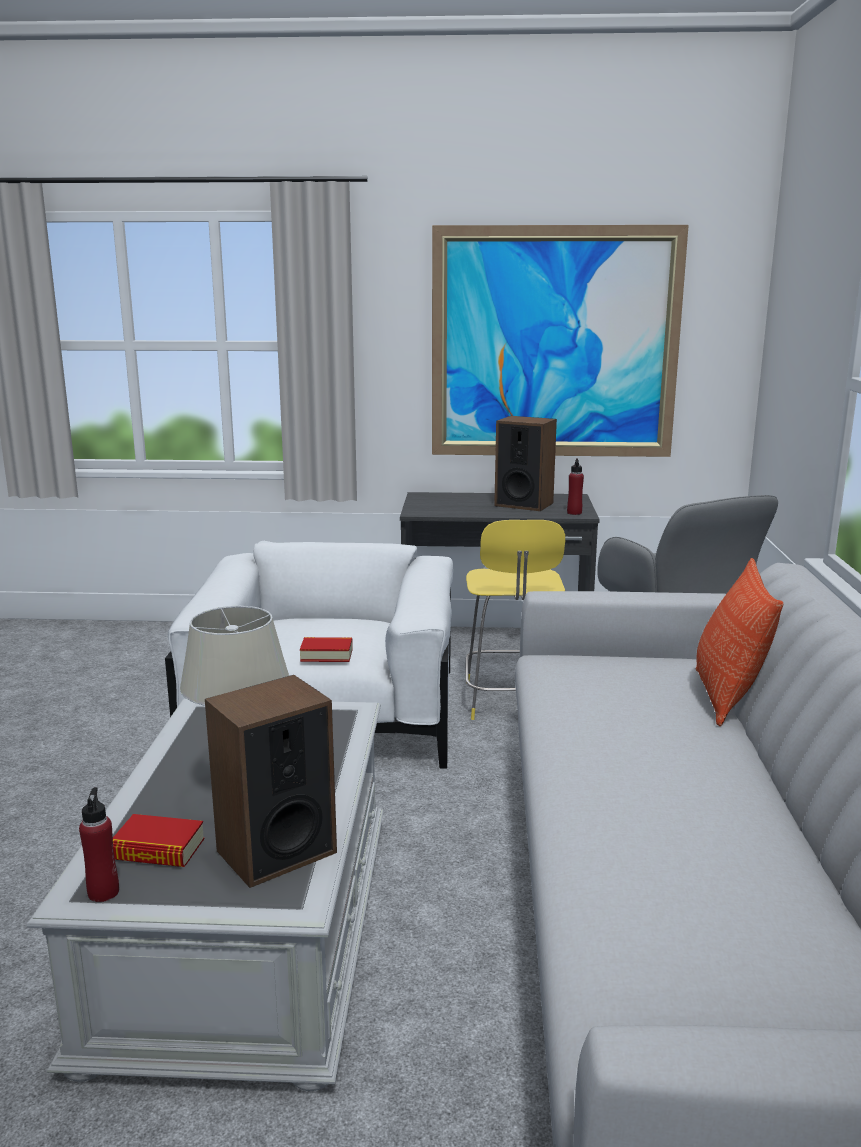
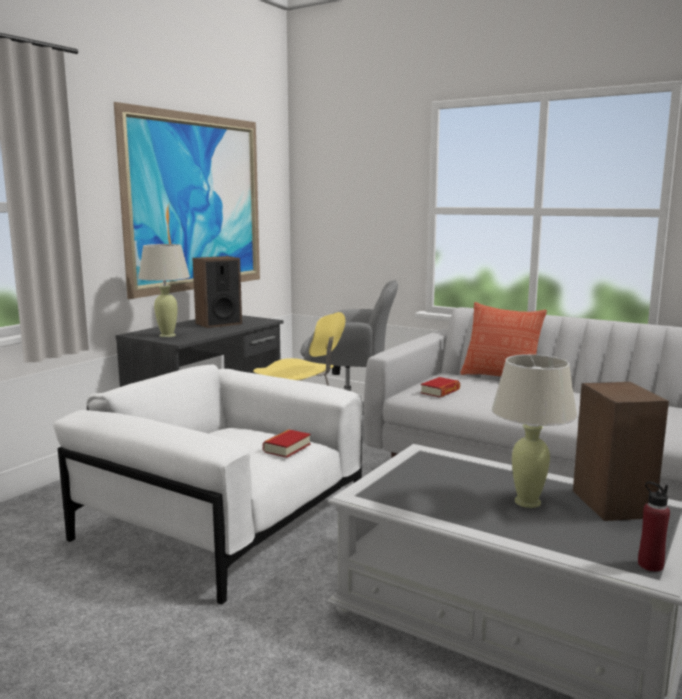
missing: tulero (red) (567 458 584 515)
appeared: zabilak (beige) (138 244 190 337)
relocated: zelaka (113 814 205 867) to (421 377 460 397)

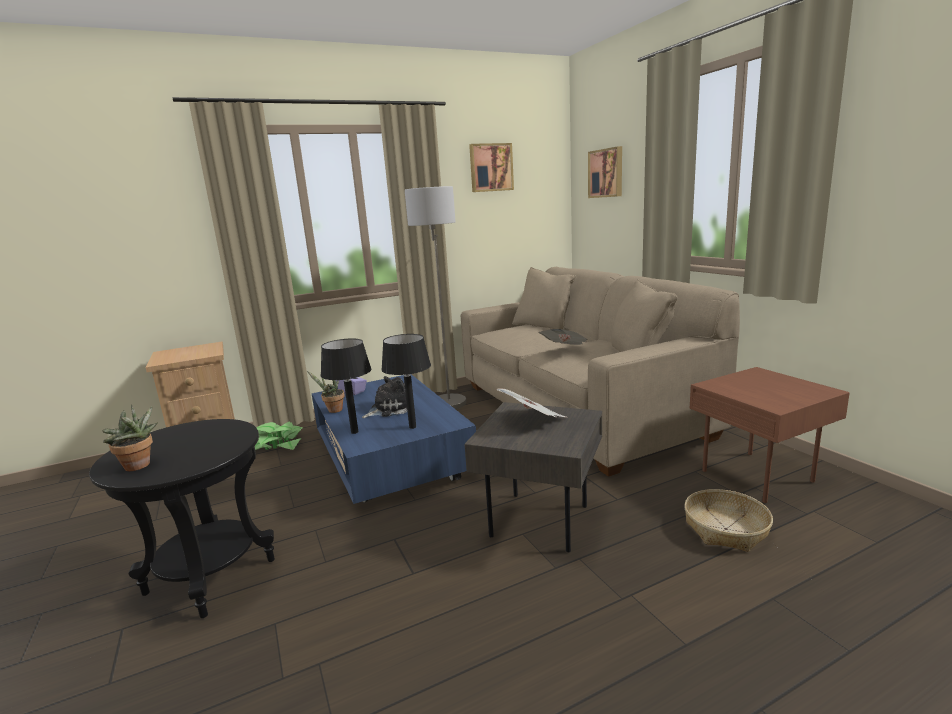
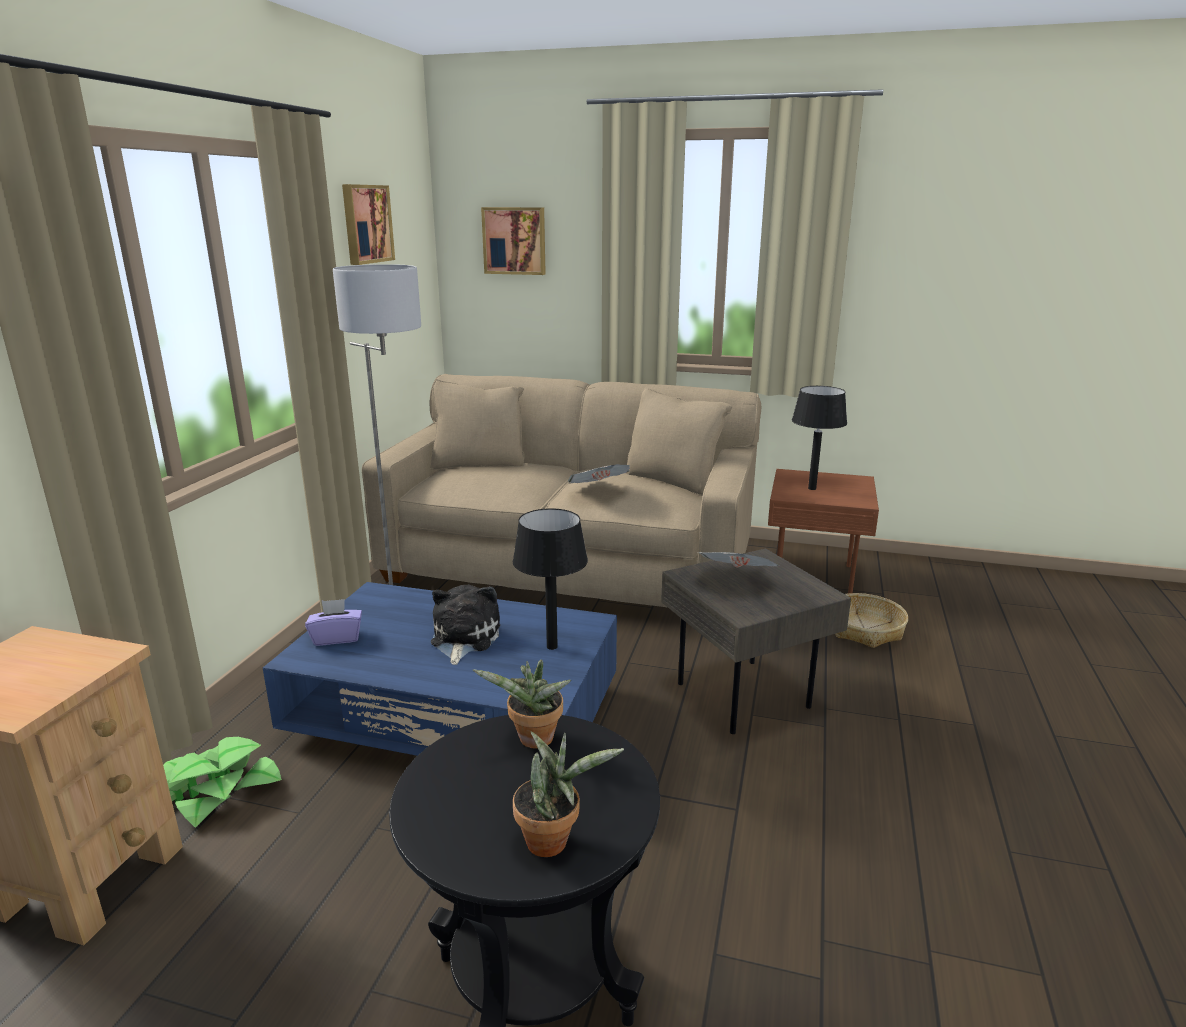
relocated: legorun (307 371 345 413) to (473 660 571 749); zabilak (black) (321 338 371 434) to (792 386 847 490)

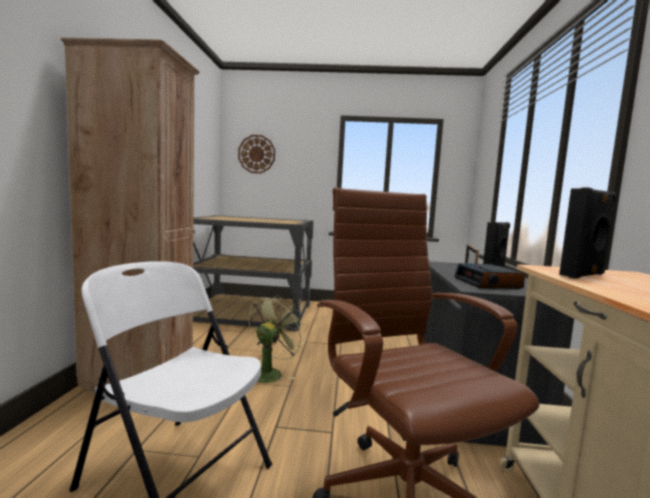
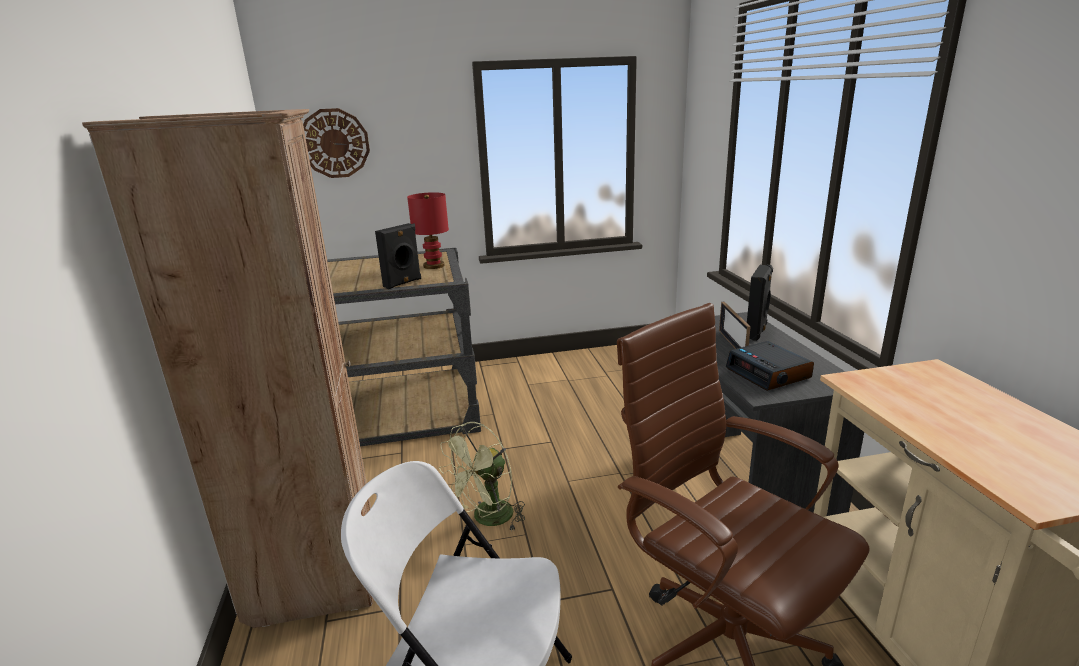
appeared: zabilak (red) (407 192 449 269)
relocated: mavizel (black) (559 188 616 279) to (375 223 421 289)
spun: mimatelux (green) (249 295 306 383) = (439 422 525 532) 150 degrees counterclockwise

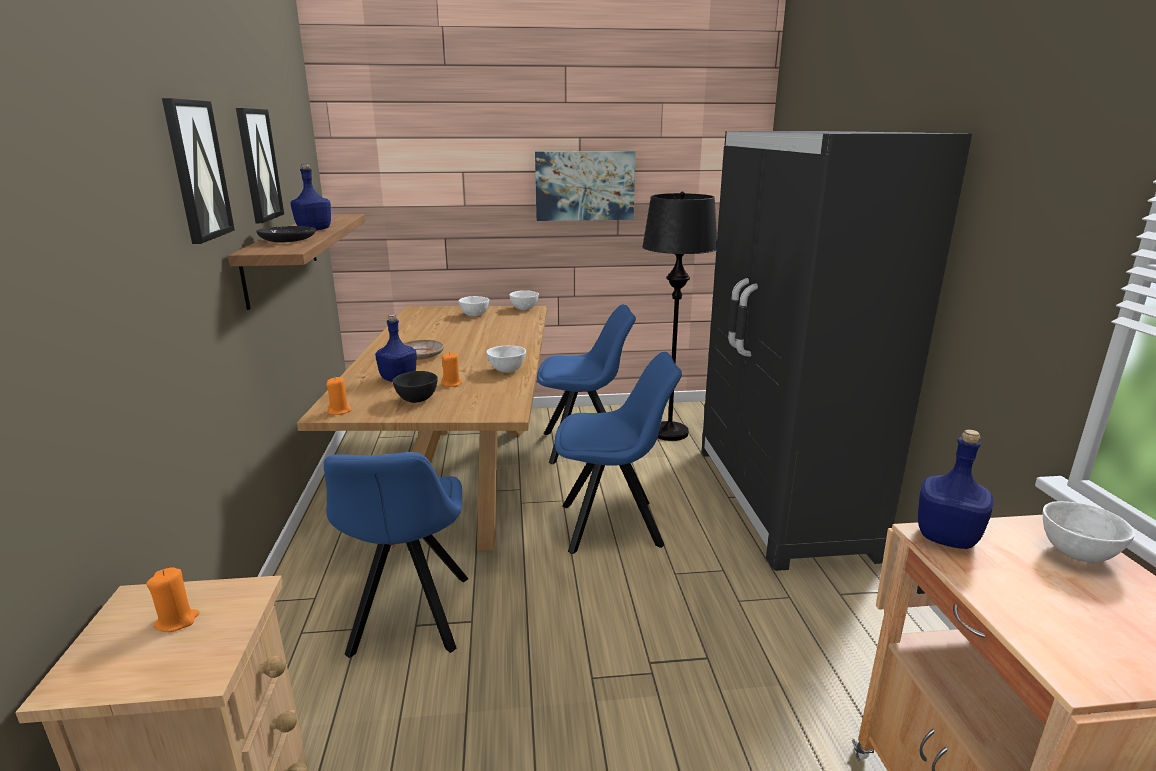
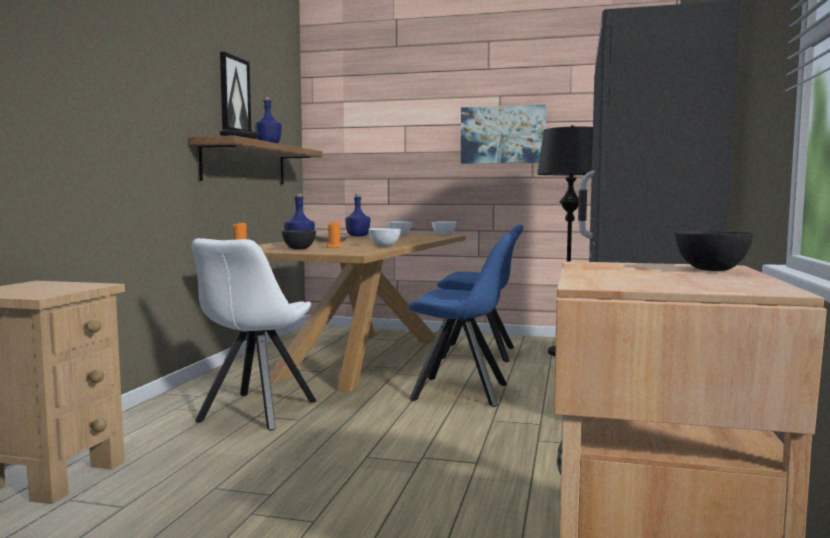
missing: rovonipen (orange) (146 567 200 632); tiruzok (162 98 235 244)
relocated: tulero (blue) (918 429 993 549) to (345 194 370 236)
colour: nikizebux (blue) (324 452 469 658) to nikizebux (white) (192 238 316 430); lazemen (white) (1043 501 1135 562) to lazemen (black) (675 231 753 271)

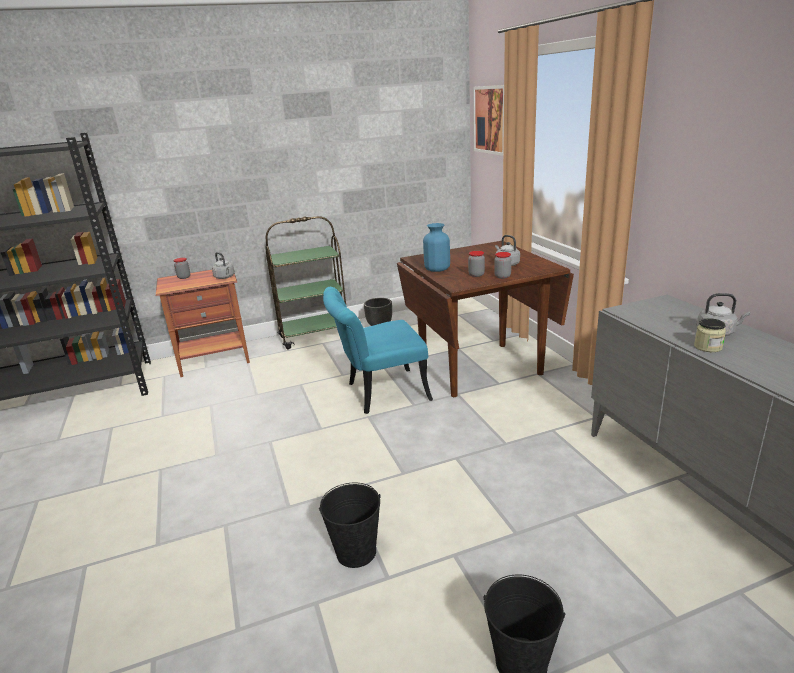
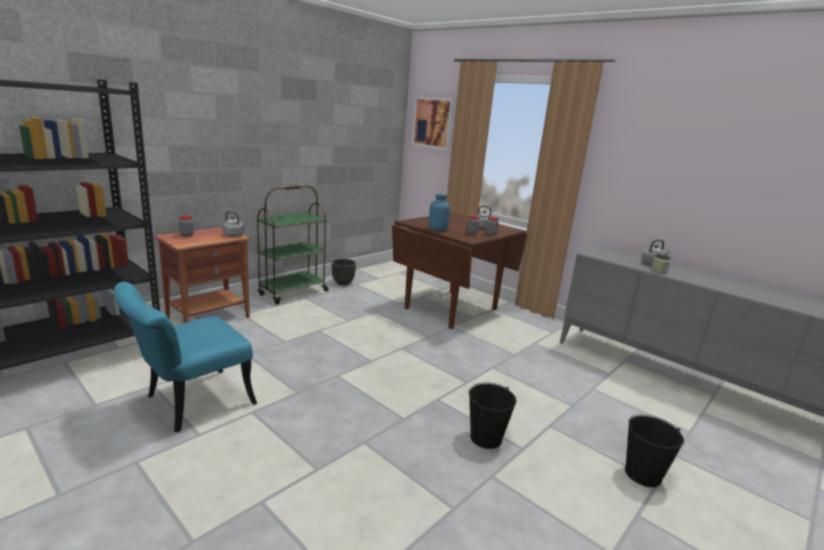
relocated: nikizebux (turquoise) (323 287 433 414) to (114 282 257 432)

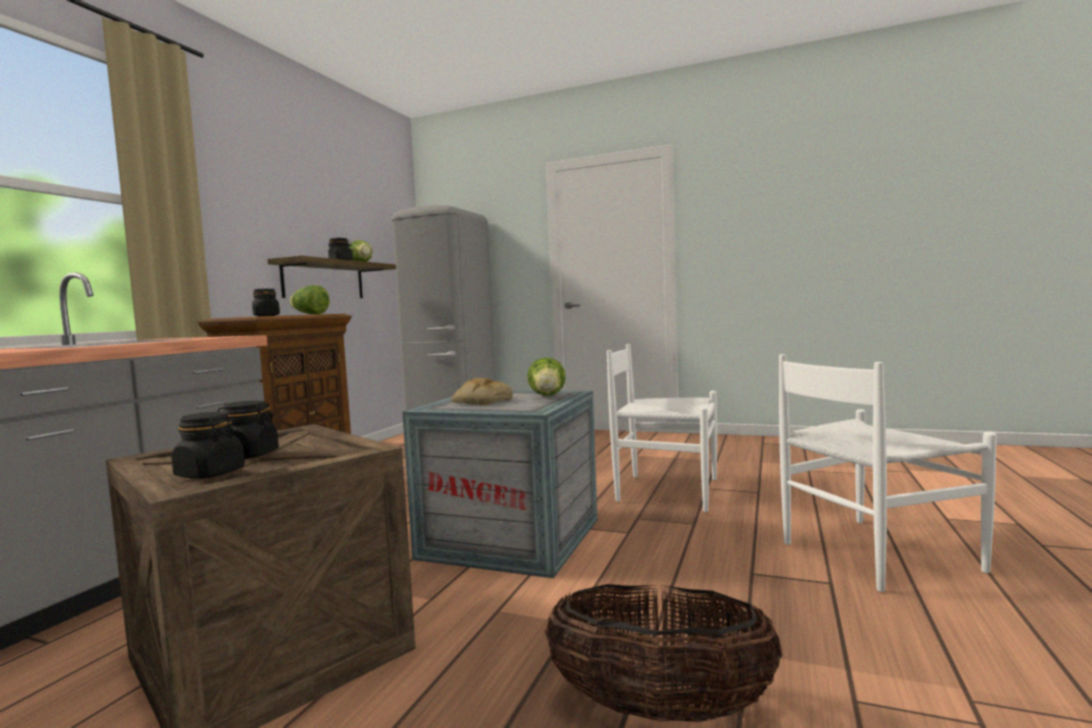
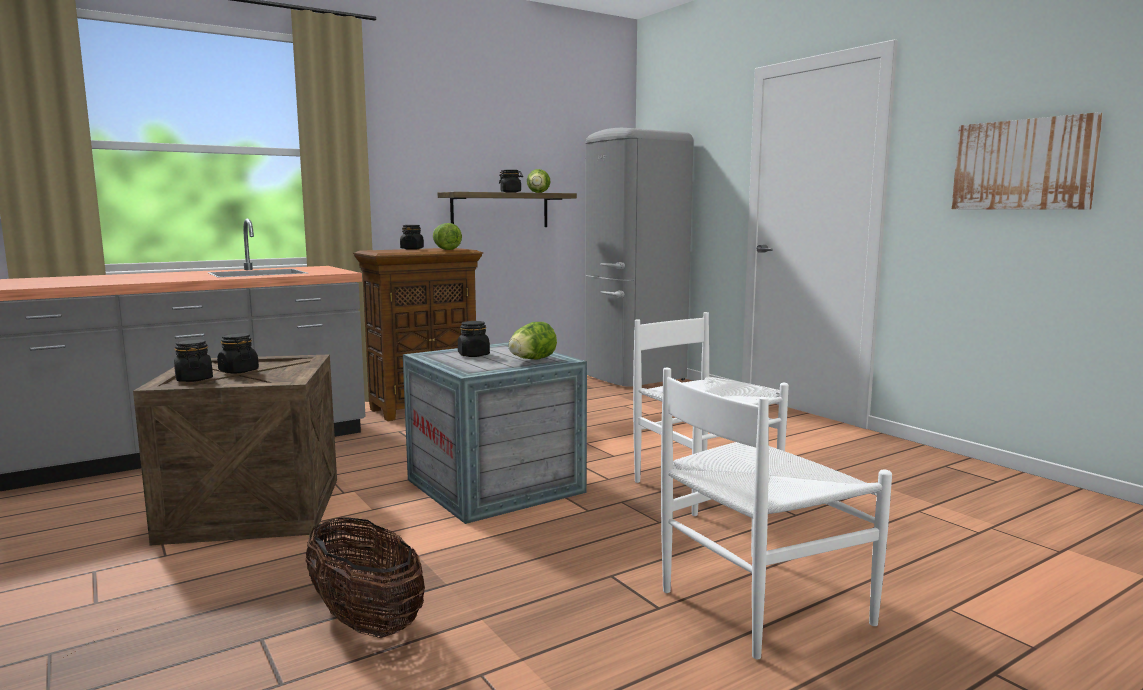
appeared: tiruzok (952 112 1103 209)
exchanged: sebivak (452 378 513 405) to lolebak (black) (458 321 490 357)
spun: nikizebux (white) (779 354 997 592) = (661 368 892 659) 45 degrees counterclockwise

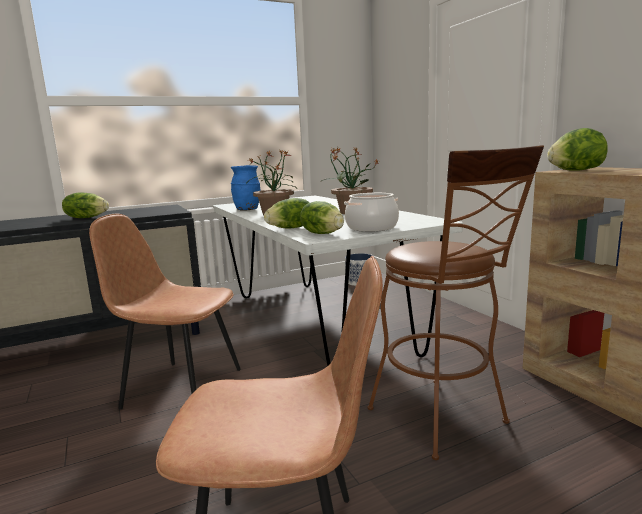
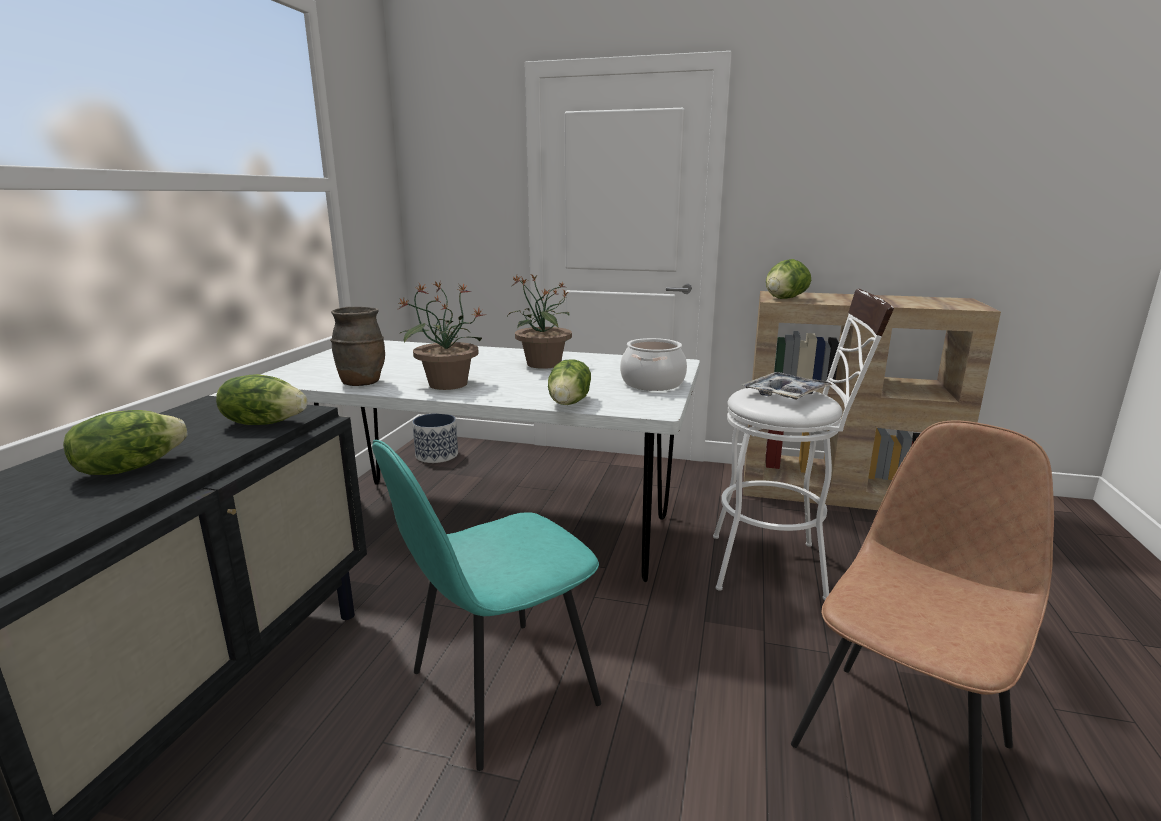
appeared: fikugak (741 372 833 400)
relocated: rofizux (300 201 344 234) to (216 374 307 425)
colour: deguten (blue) (231 165 261 210) to deguten (brown) (330 307 385 386); nikizebux (brown) (89 214 241 410) to nikizebux (turquoise) (372 440 602 771); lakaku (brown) (368 145 544 460) to lakaku (white) (713 289 894 600)

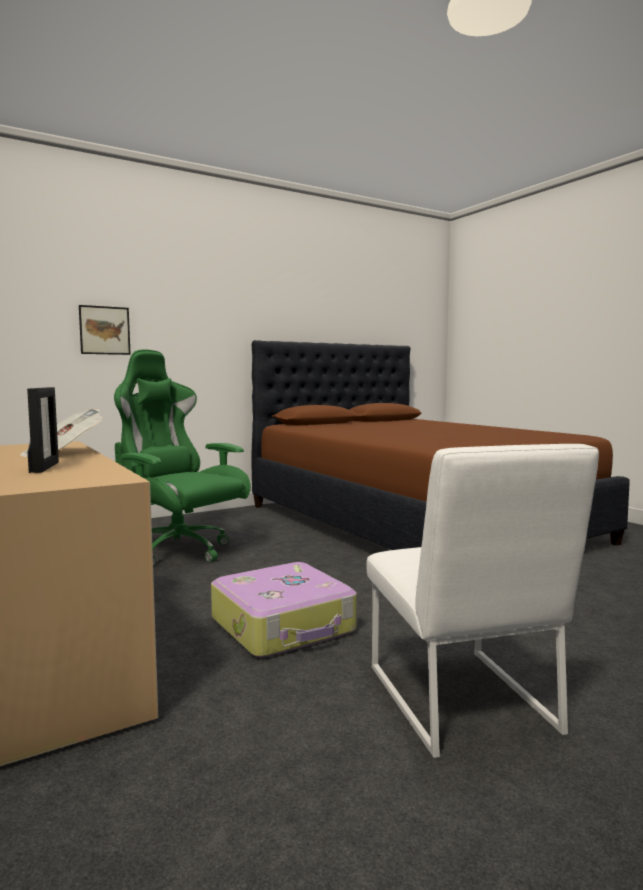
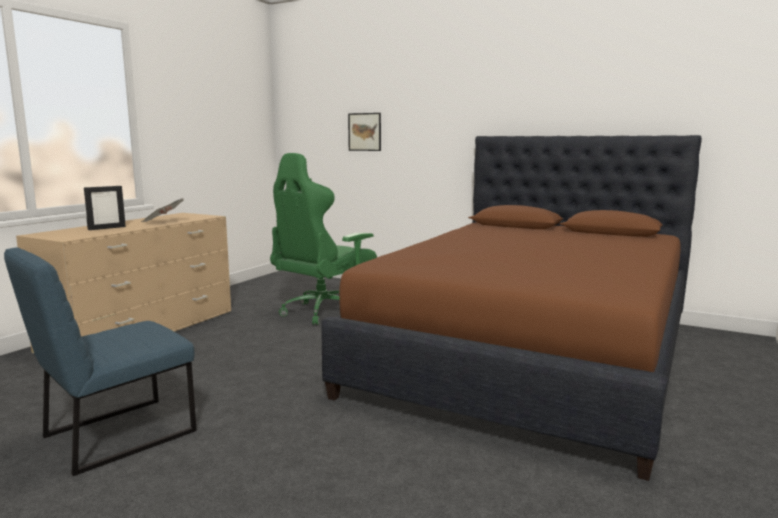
missing: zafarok (211 562 357 658)
colour: nikizebux (white) (366 444 599 758) to nikizebux (blue) (4 247 197 476)
spun: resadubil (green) (114 349 251 566) = (270 153 377 325) 150 degrees counterclockwise

